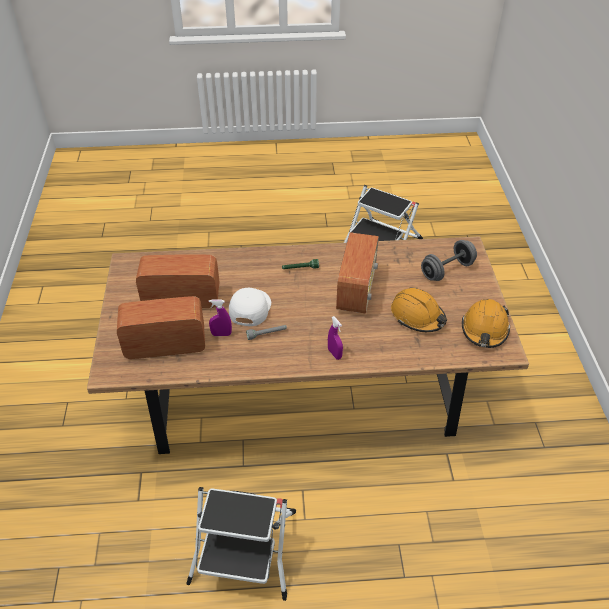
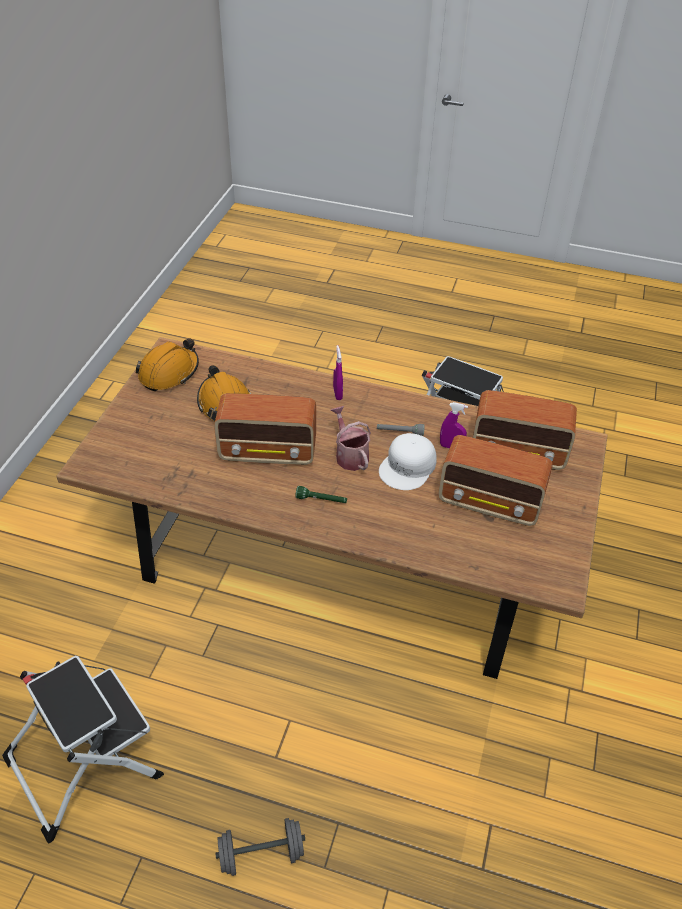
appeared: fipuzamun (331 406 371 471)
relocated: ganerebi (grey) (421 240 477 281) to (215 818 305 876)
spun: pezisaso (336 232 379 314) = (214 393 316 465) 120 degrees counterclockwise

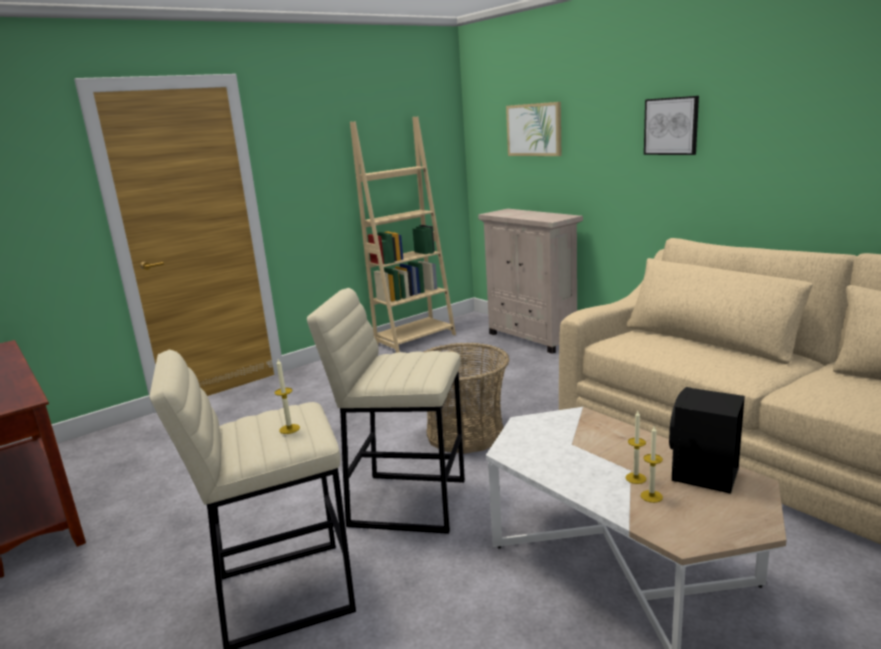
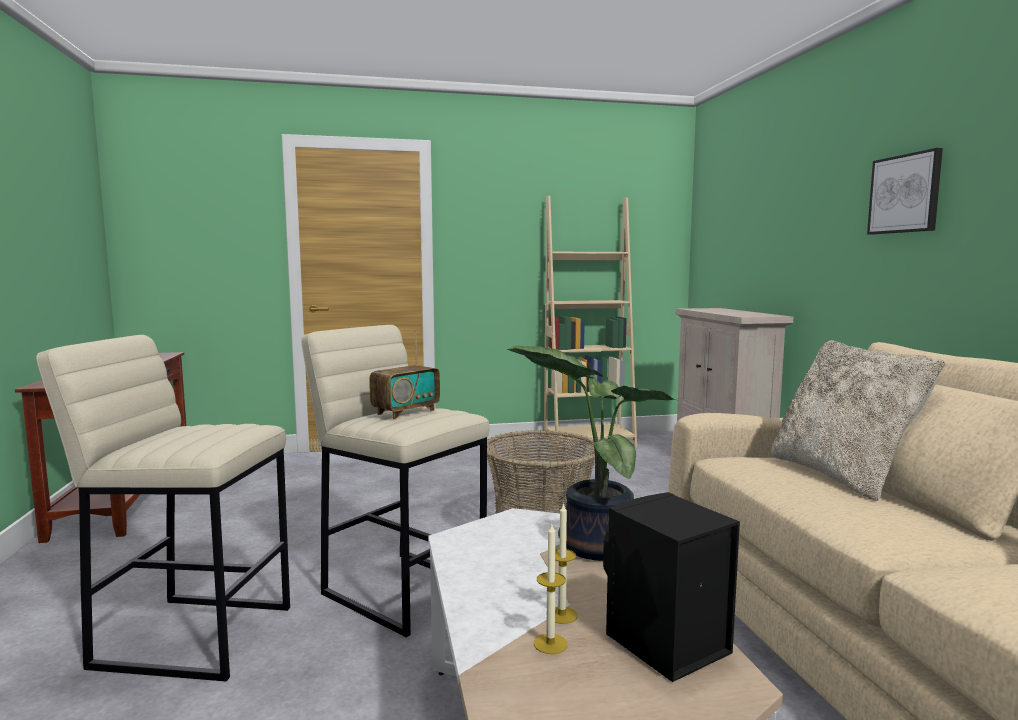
missing: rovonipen (275 359 300 434); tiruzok (506 102 561 156)
appeared: pezisaso (369 331 440 419); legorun (508 345 676 561); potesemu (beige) (771 340 946 501)

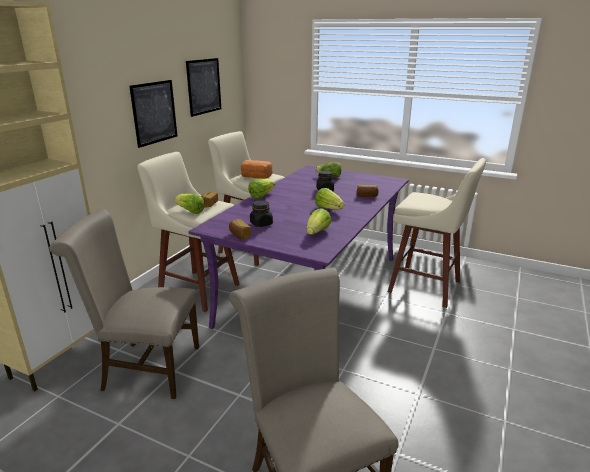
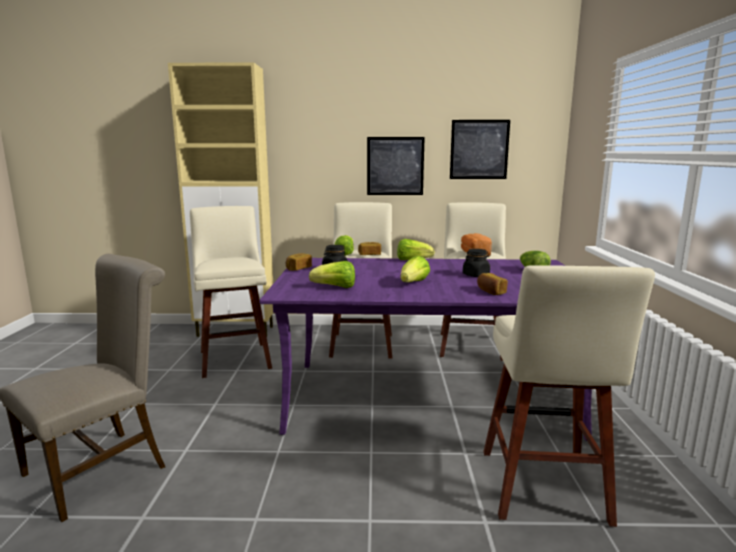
exchanged: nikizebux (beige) (49 209 199 399) to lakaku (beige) (190 206 272 378)

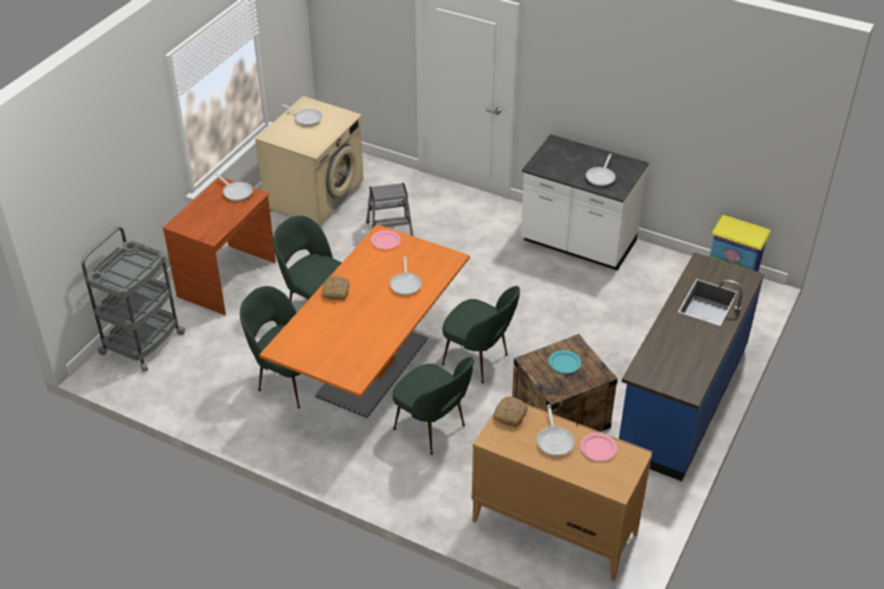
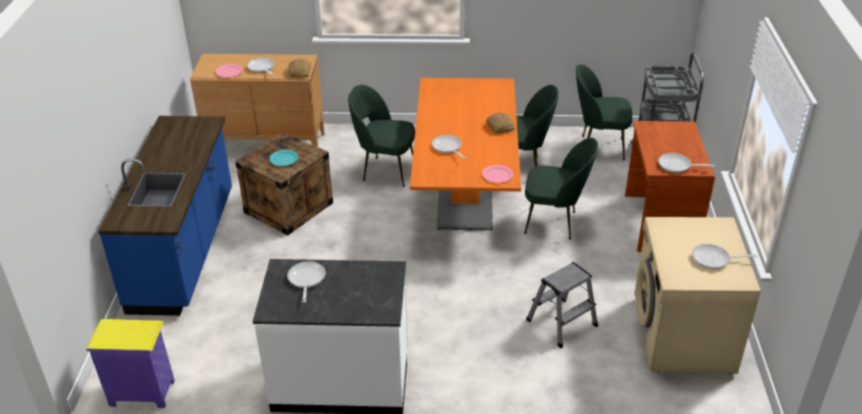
relocated: nikizebux (green) (442 286 520 384) to (576 64 632 160)

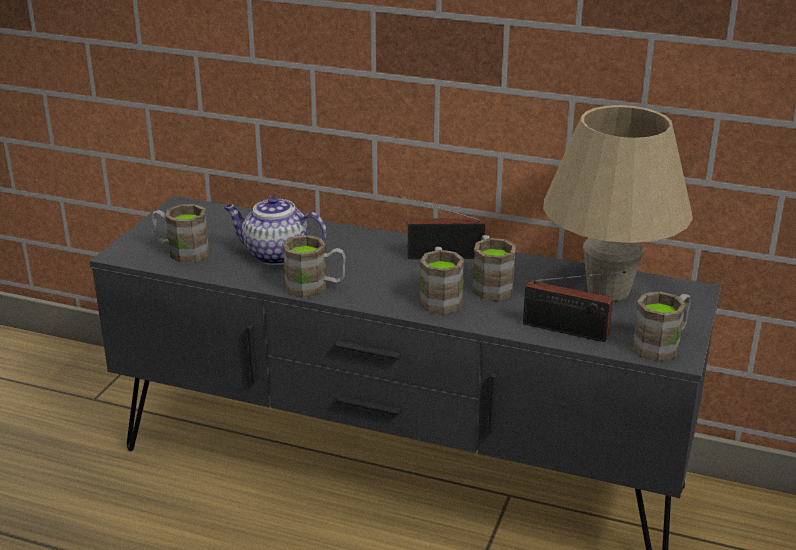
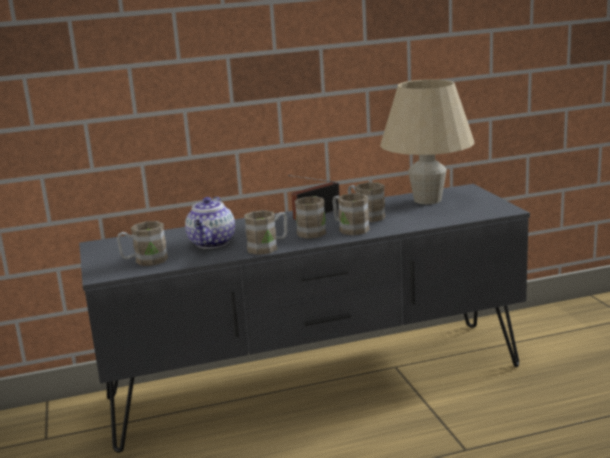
missing: pezisaso (523 271 626 342)
relocated: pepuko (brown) (632 291 691 361) to (295 196 326 239)
spun: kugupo (224 196 326 265) = (185 197 235 249) 60 degrees counterclockwise

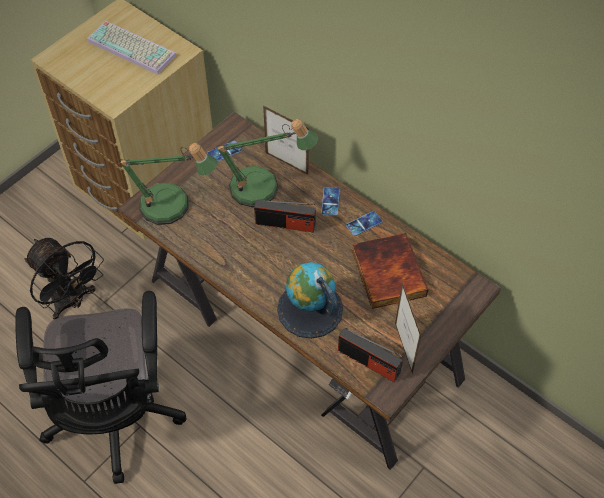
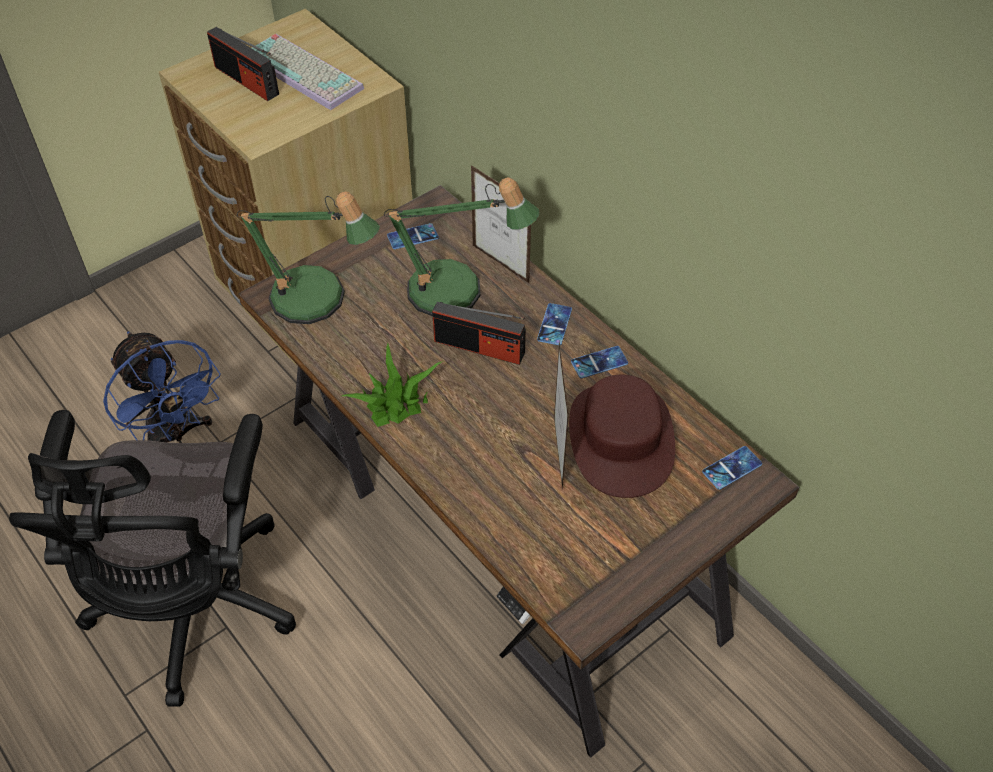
missing: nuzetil (277 262 343 339)
appeared: legorun (342 343 443 427); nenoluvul (702 446 762 490)
relocated: pezisaso (338 328 403 382) to (207 27 279 101); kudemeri (395 282 421 375) to (554 343 569 490)
exchanged: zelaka (352 233 428 309) to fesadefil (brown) (569 375 675 498)
colour: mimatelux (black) (25 238 104 319) to mimatelux (blue) (103 331 221 443)

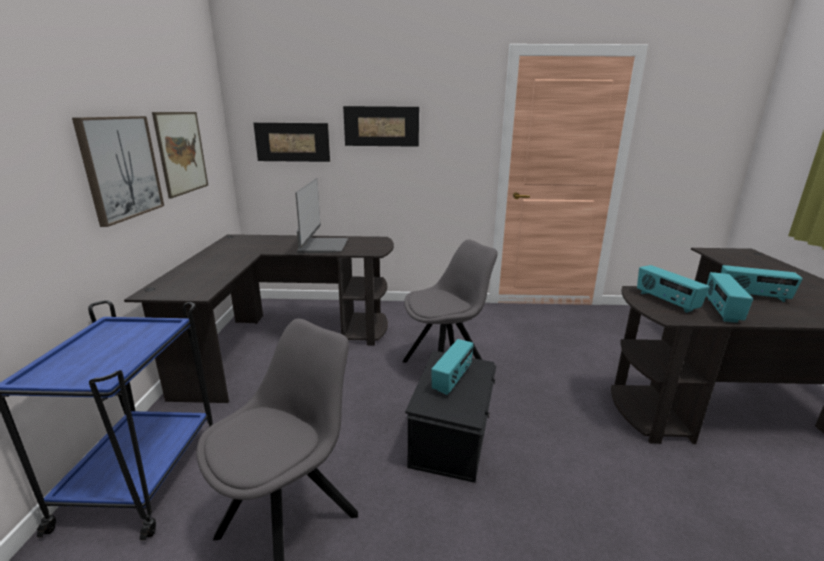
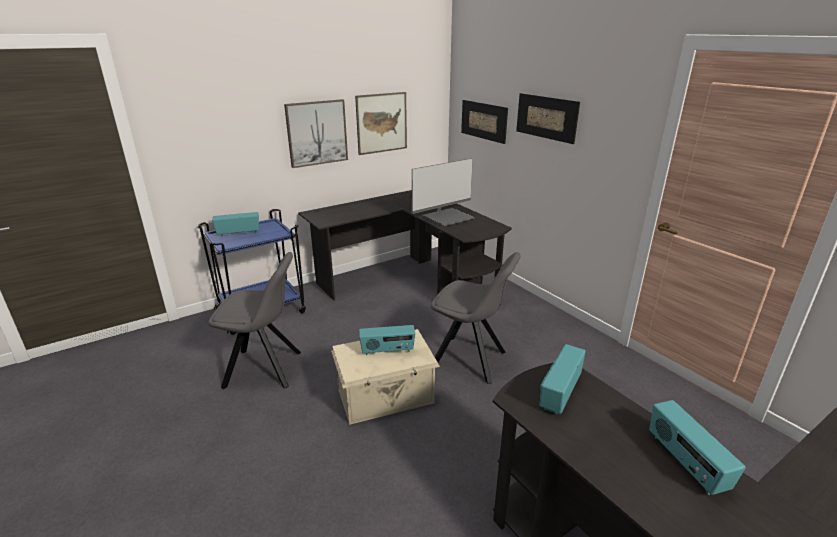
relocated: pezisaso (706 272 753 323) to (212 212 259 237)
colour: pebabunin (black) (405 351 496 483) to pebabunin (beige) (331 329 440 425)

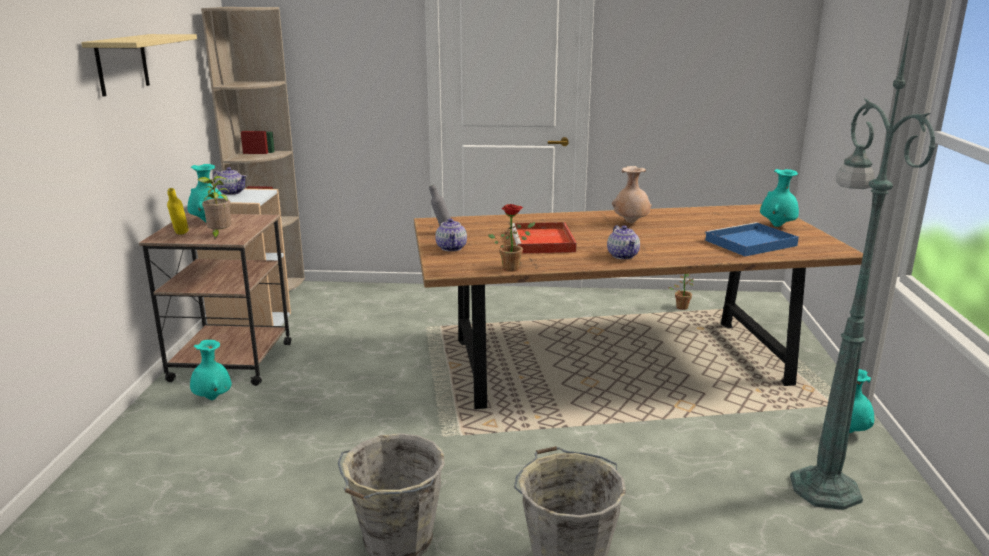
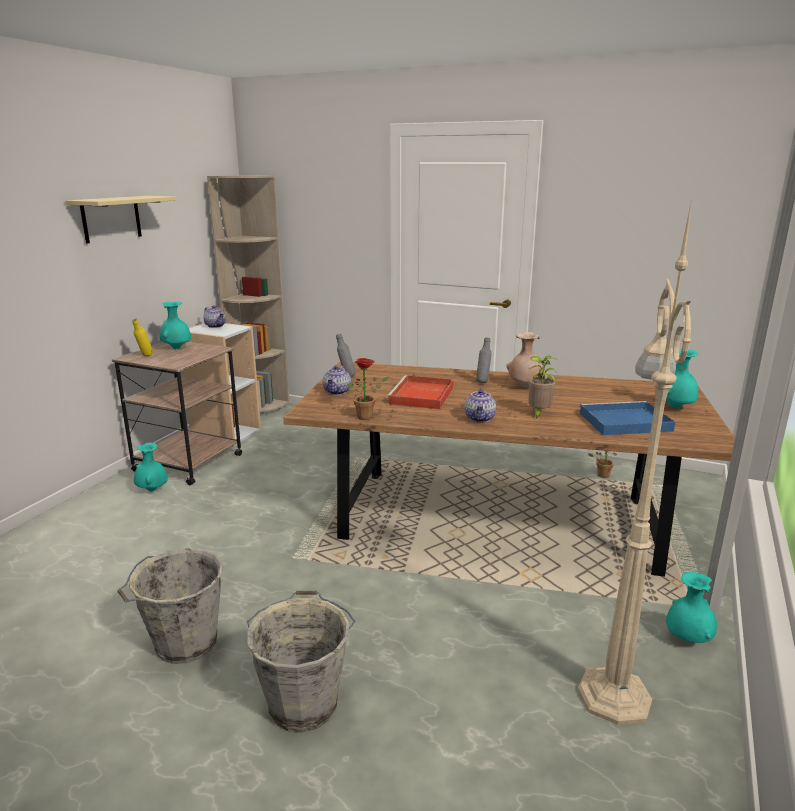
appeared: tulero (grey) (476 337 492 383)
relocated: legorun (197 176 231 240) to (528 356 557 419)
colour: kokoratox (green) (790 27 936 510) to kokoratox (beige) (578 199 692 725)

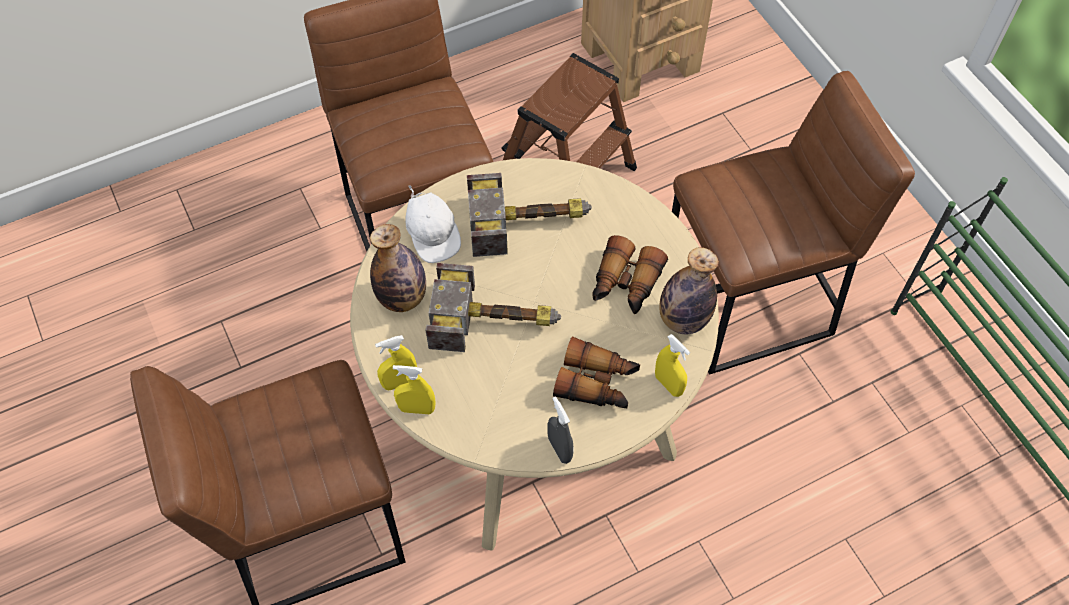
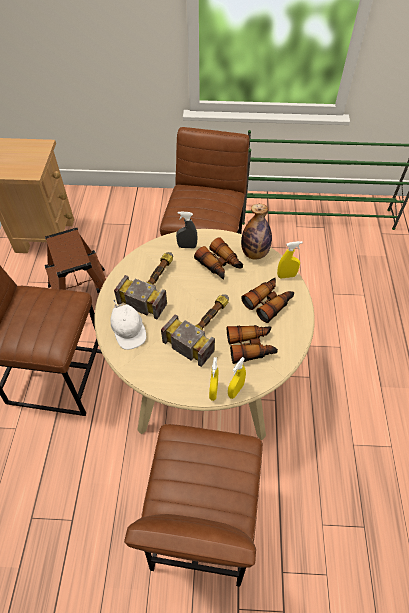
missing: tulero (370 224 426 312)
appeared: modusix (227 325 278 364)
relocated: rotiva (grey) (547 397 574 464) to (176 211 197 248)
spun: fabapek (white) (405 185 461 263) = (110 300 146 350) 60 degrees clockwise

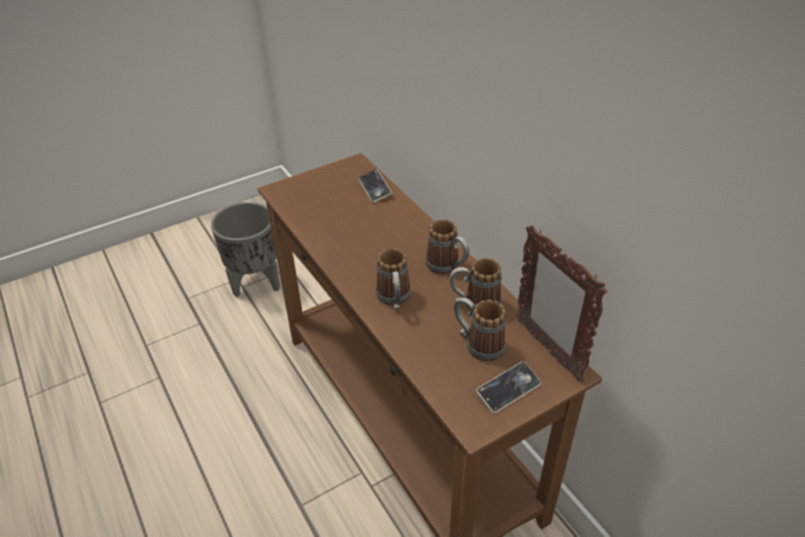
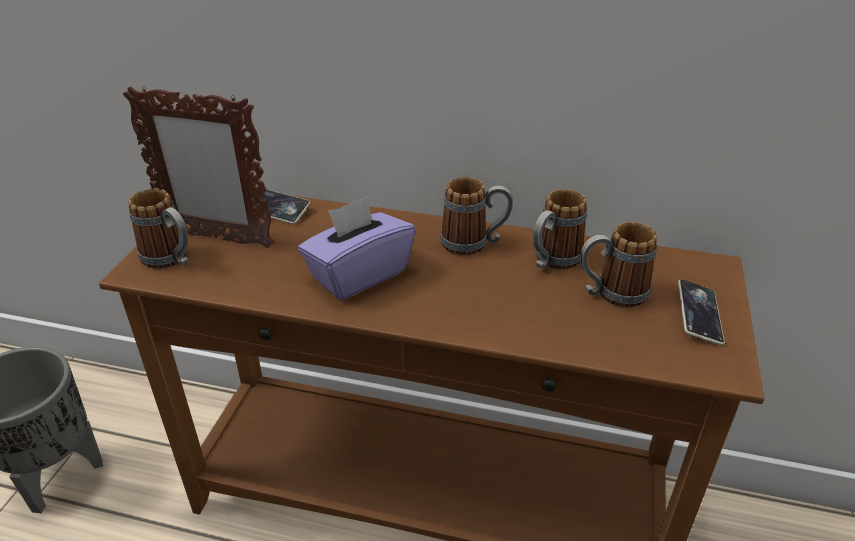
appeared: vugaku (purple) (298 197 416 300)
relocated: kudemeri (516 225 608 381) to (123 86 275 248); pepuko (376 248 411 310) to (128 188 189 269)

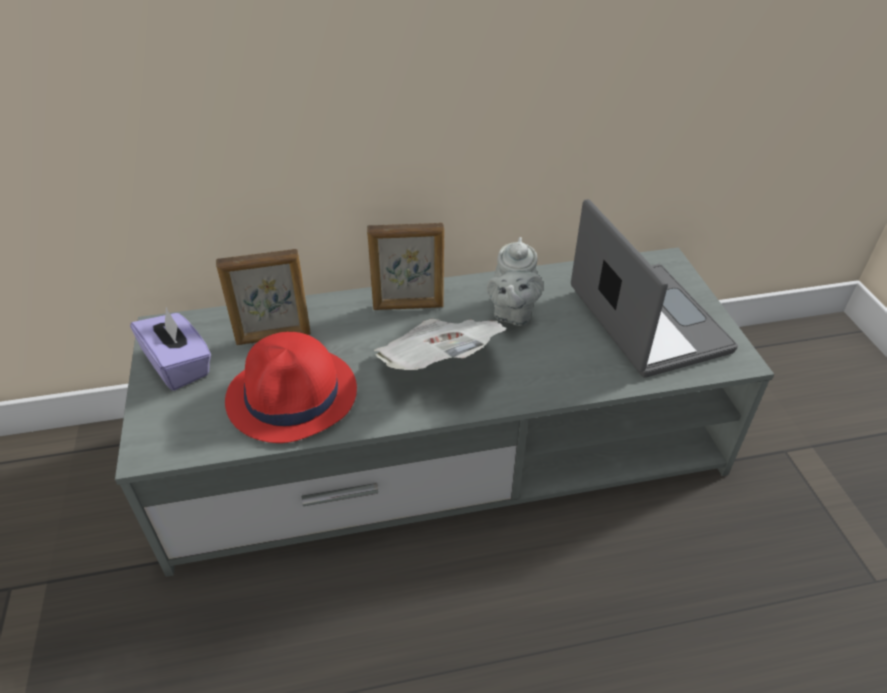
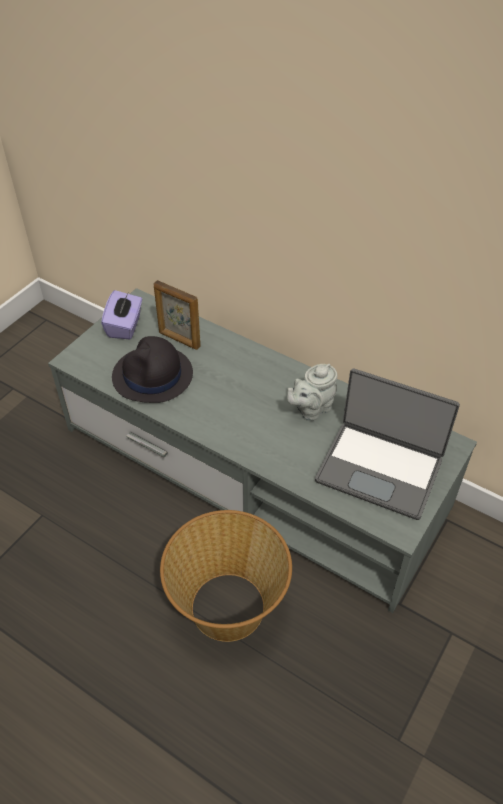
missing: kudemeri (367 223 444 310); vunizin (374 319 507 370)
appeared: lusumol (160 510 292 642)
colour: fesadefil (red) (225 332 357 443) to fesadefil (black) (112 336 193 403)
spun: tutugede (571 199 738 378) = (315 368 460 520) 90 degrees clockwise

